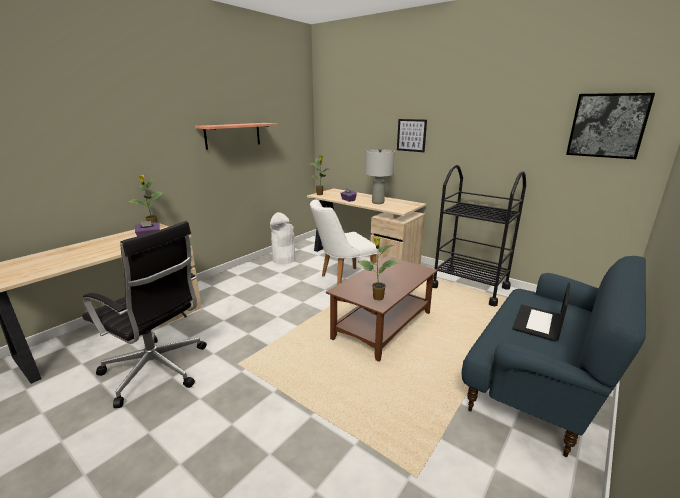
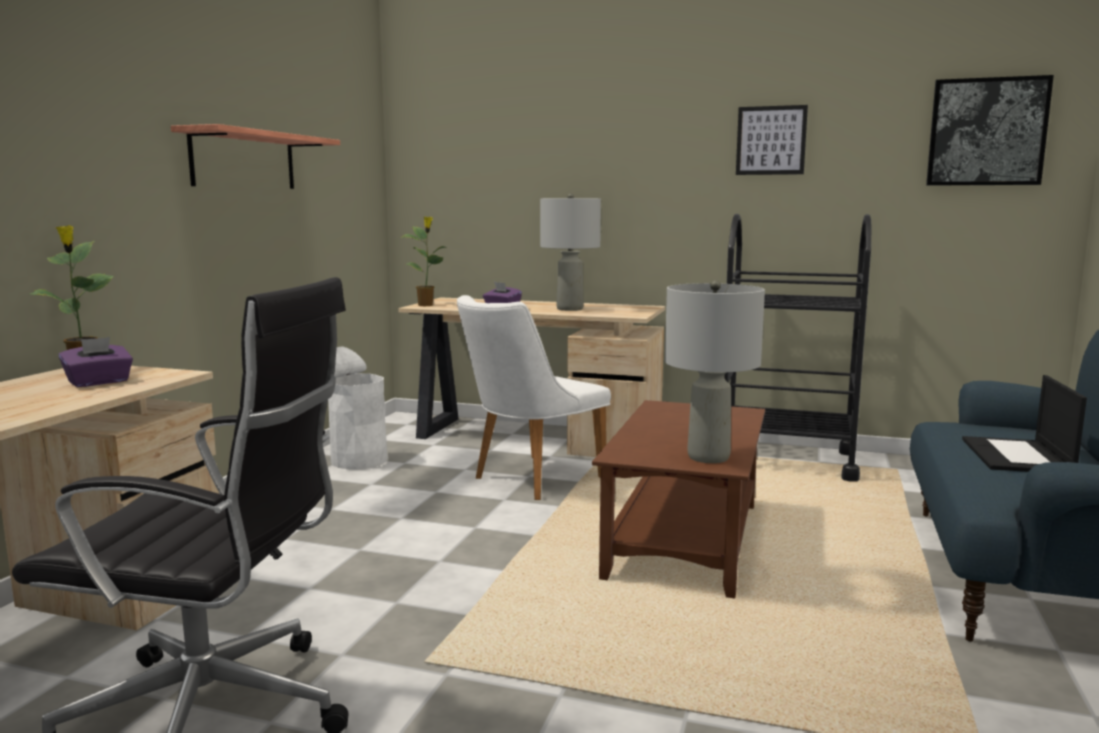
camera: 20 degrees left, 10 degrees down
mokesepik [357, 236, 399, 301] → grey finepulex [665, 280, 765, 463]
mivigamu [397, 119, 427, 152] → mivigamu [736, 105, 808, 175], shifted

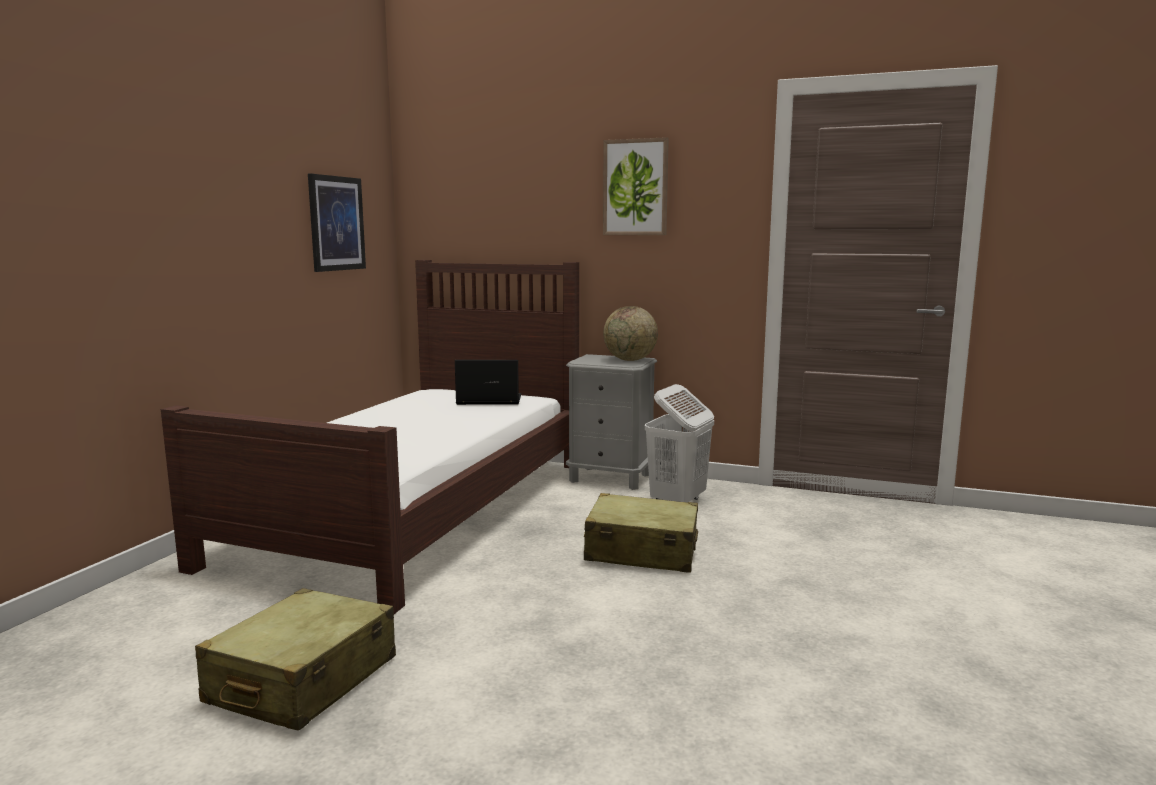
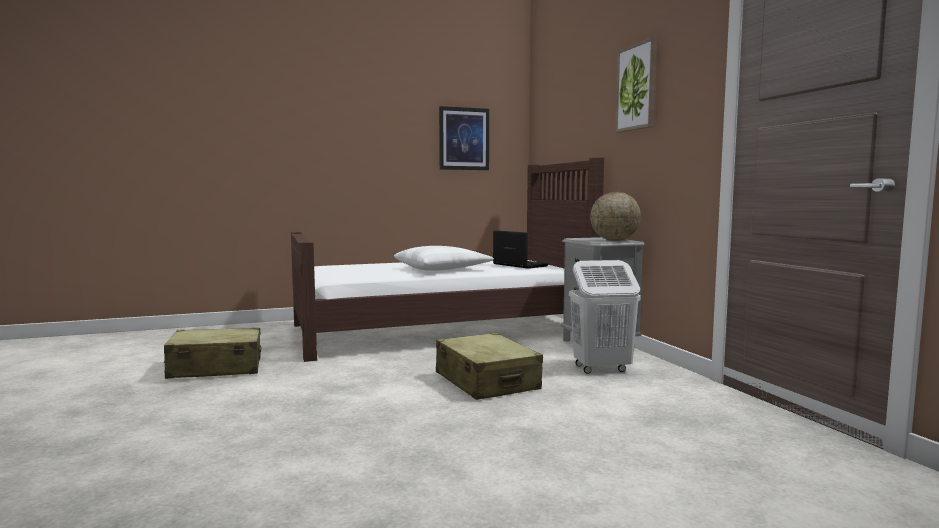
camera: 50 degrees right, 5 degrees down
- → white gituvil [394, 246, 494, 271]

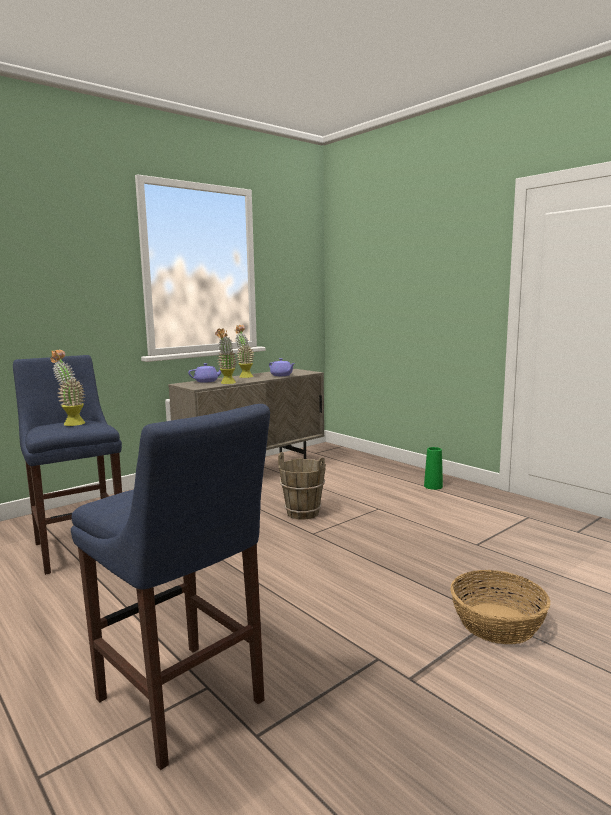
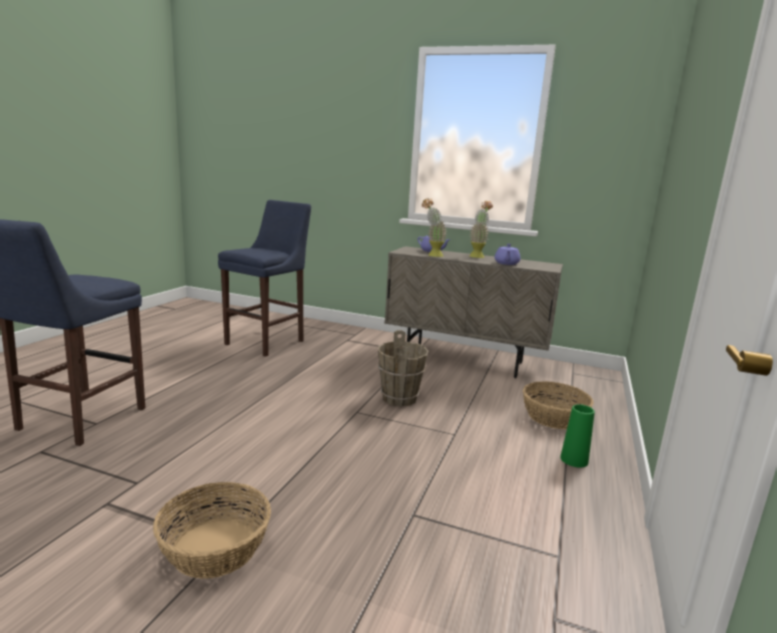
camera: 60 degrees right, 5 degrees up
- → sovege [523, 381, 593, 429]
mokesepik [50, 350, 86, 426] → -

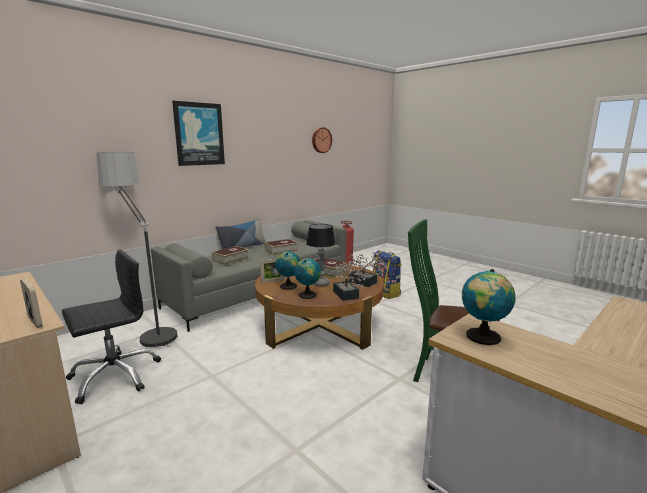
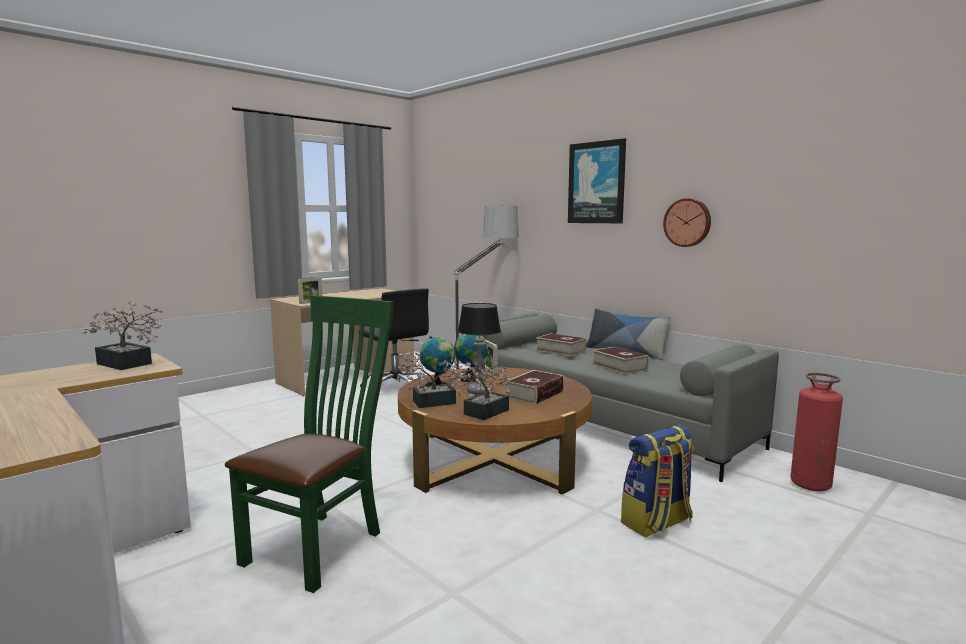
camera: 90 degrees right, 5 degrees down
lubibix [462, 269, 516, 345] → mokesepik [83, 302, 163, 370]
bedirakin [312, 127, 332, 153] → bedirakin [663, 198, 711, 247], shifted

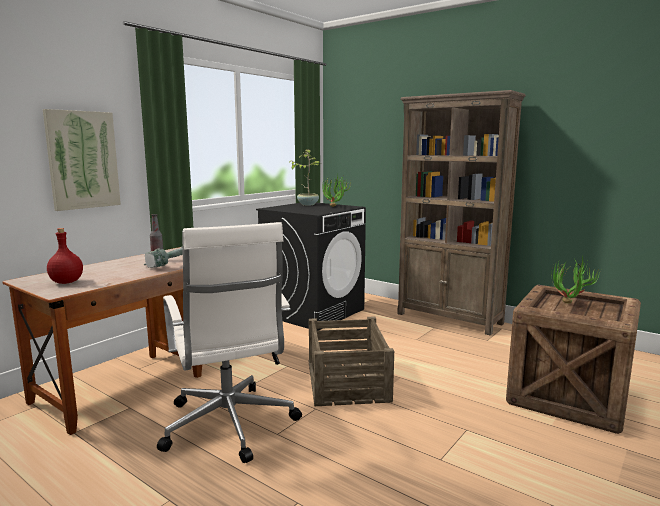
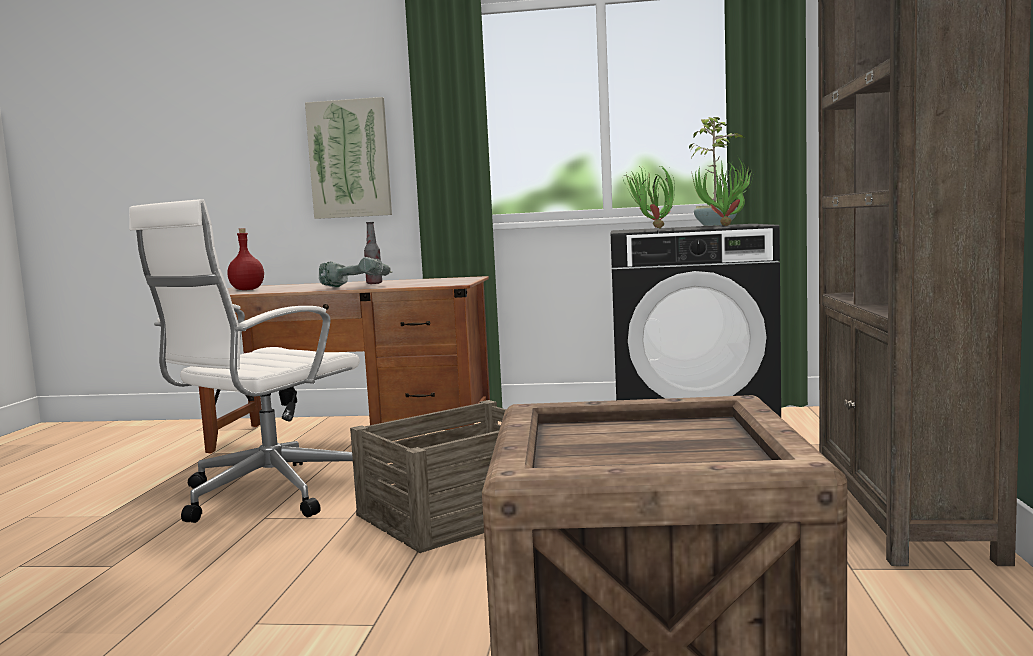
camera: 60 degrees right, 5 degrees down
mokesepik [553, 257, 602, 303] → mokesepik [623, 167, 675, 229], shifted

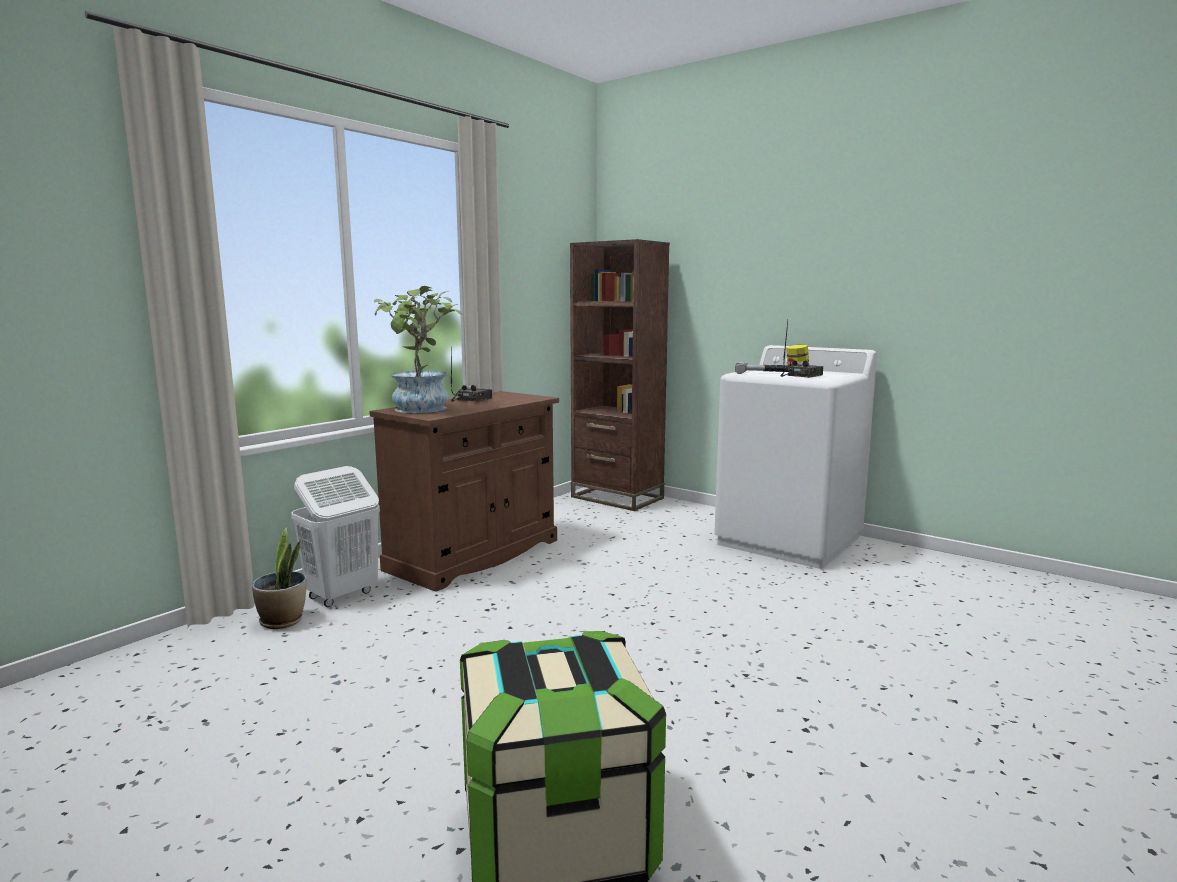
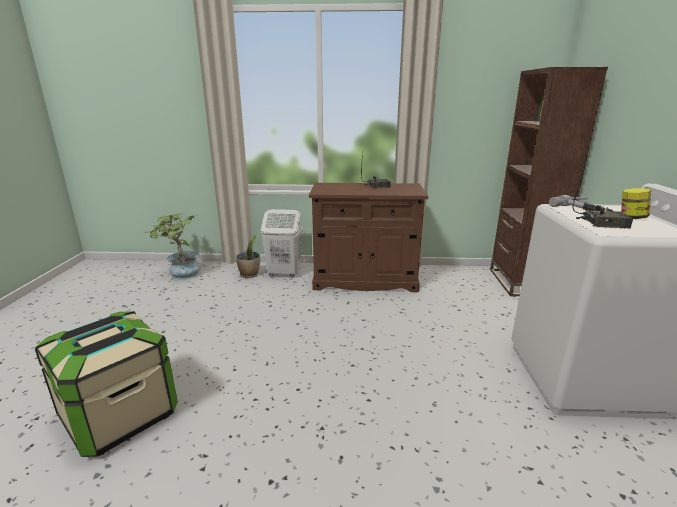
camera: 55 degrees right, 10 degrees up
mokesepik [374, 286, 463, 413] → mokesepik [144, 214, 201, 280], shifted

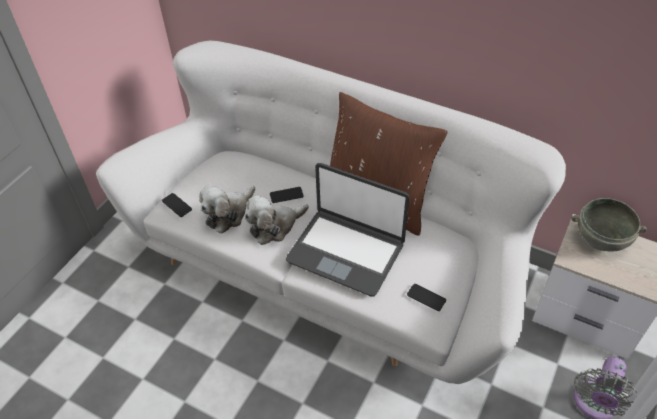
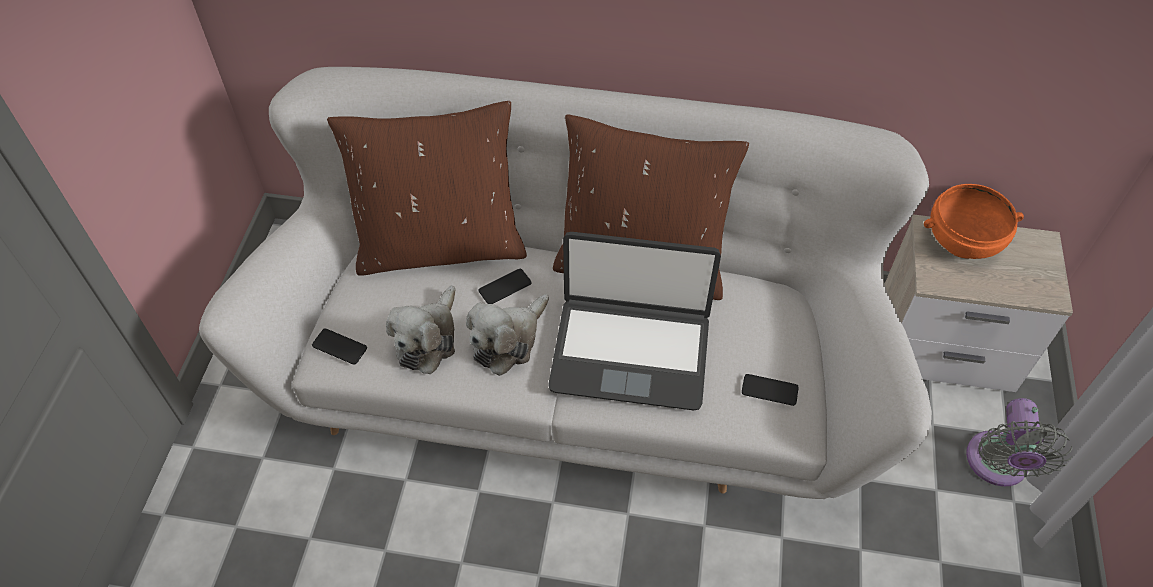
camera: 20 degrees left, 5 degrees up
- → brown gituvil [327, 101, 527, 276]
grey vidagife [571, 198, 647, 252] → orange vidagife [924, 184, 1024, 259]

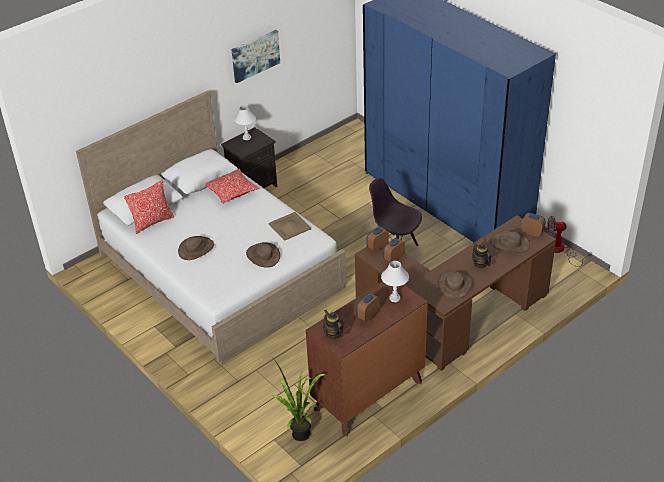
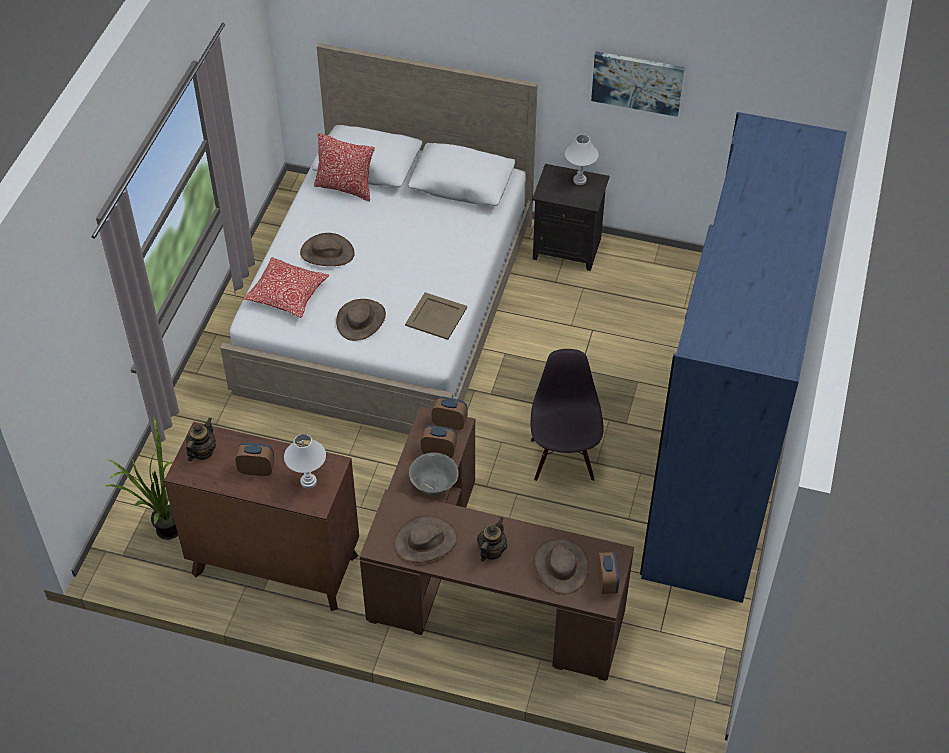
camera: 55 degrees right, 10 degrees up
gituvil [205, 169, 259, 203] → gituvil [243, 257, 329, 318], shifted
- → grey vidagife [409, 453, 459, 496]
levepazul [547, 216, 588, 267] → -

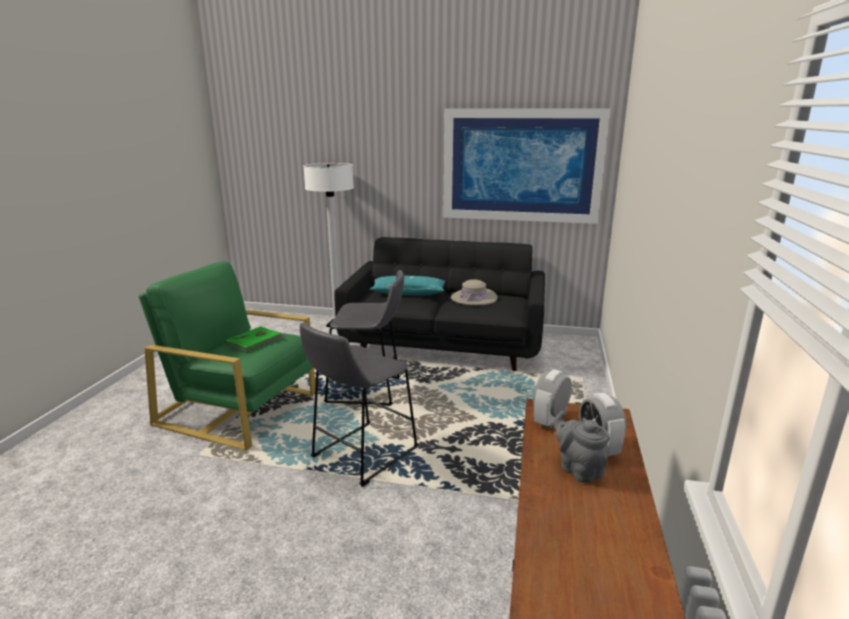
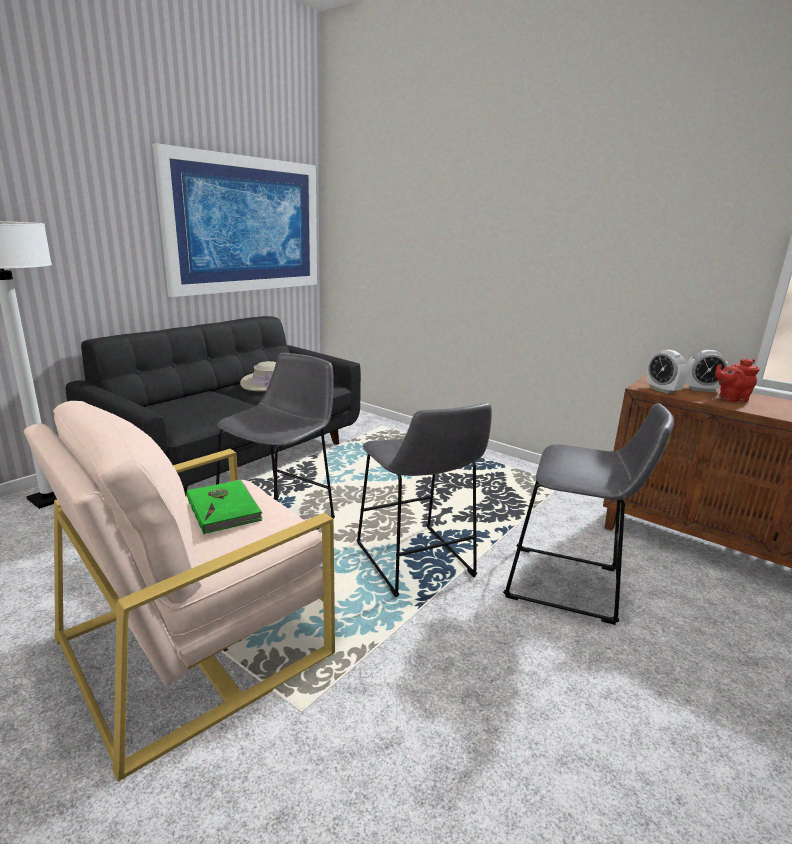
camera: 65 degrees left, 0 degrees up
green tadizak [139, 261, 316, 451] → beige tadizak [24, 401, 335, 782]
- → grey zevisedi [503, 403, 674, 625]
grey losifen [553, 410, 610, 483] → red losifen [715, 359, 760, 402]
turquoise gituvil [370, 276, 445, 296] → -

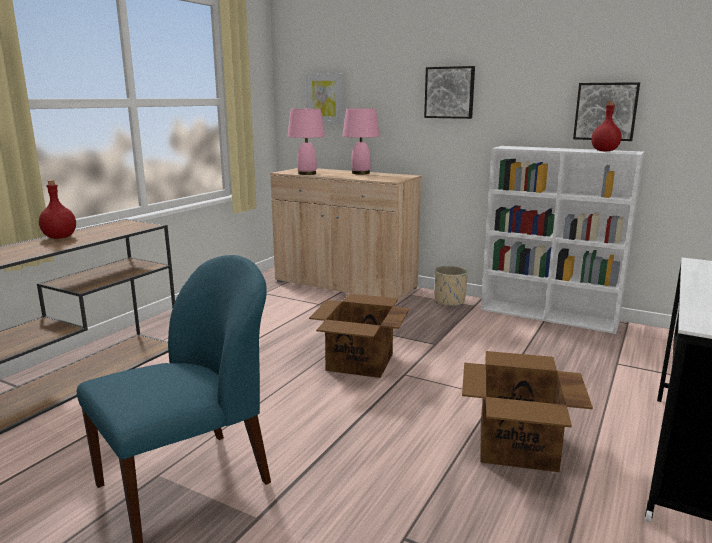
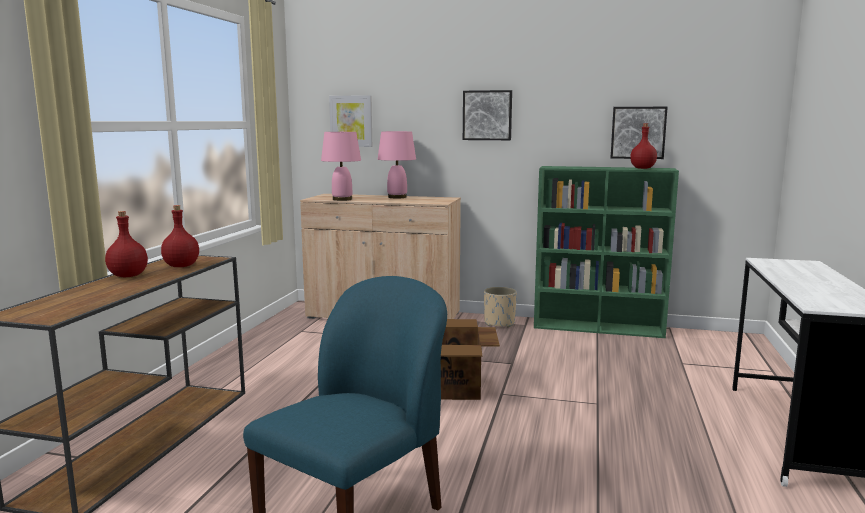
camera: 15 degrees left, 5 degrees down
- → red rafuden [161, 205, 199, 267]
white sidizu [481, 146, 644, 334] → green sidizu [534, 166, 679, 338]
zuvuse [462, 351, 593, 472] → -

